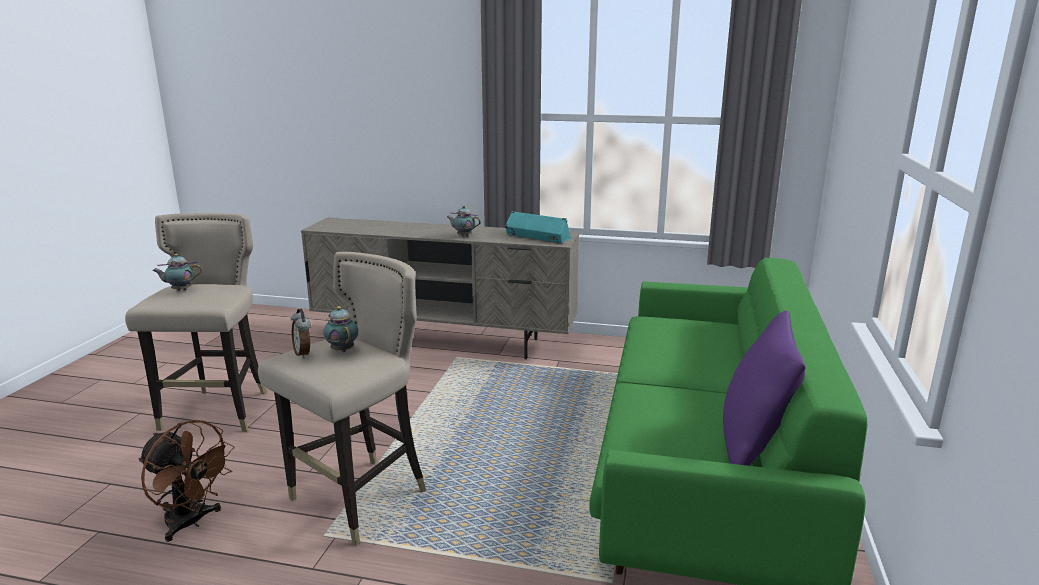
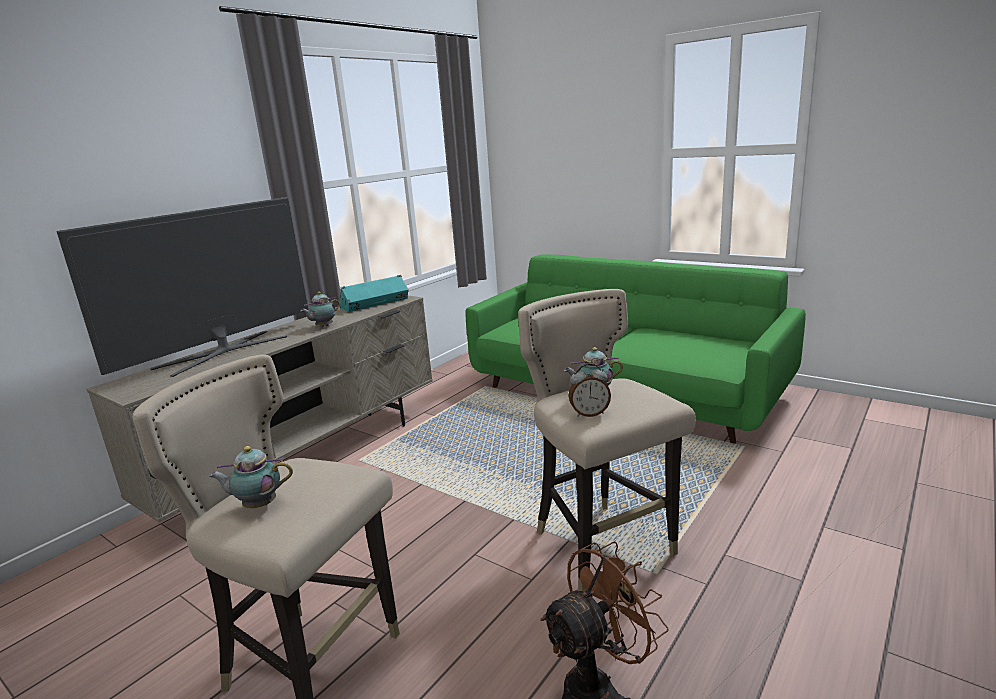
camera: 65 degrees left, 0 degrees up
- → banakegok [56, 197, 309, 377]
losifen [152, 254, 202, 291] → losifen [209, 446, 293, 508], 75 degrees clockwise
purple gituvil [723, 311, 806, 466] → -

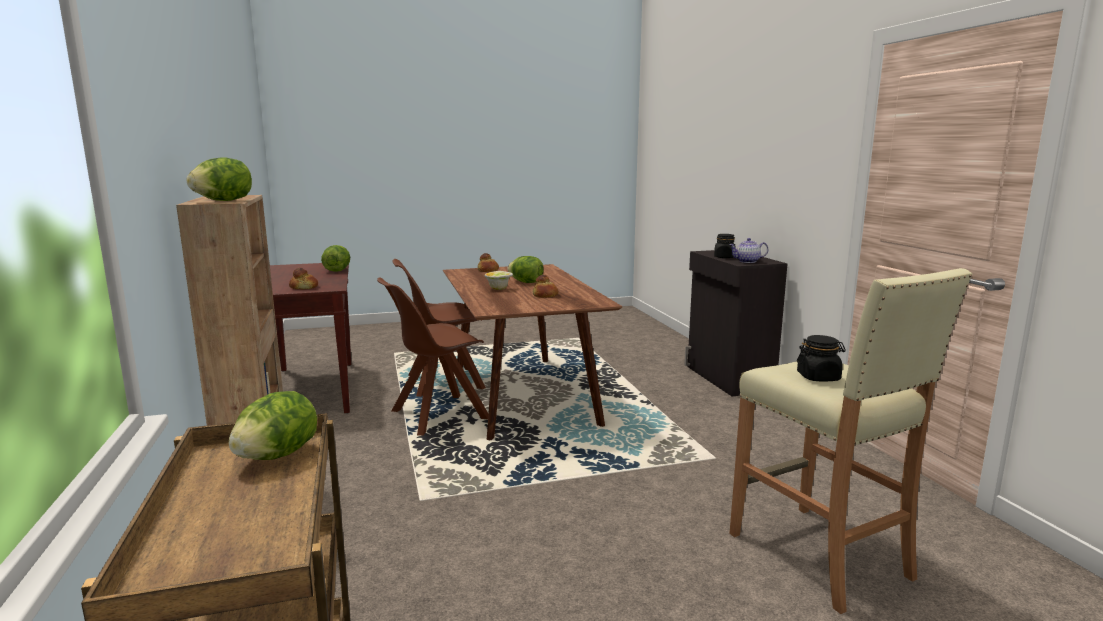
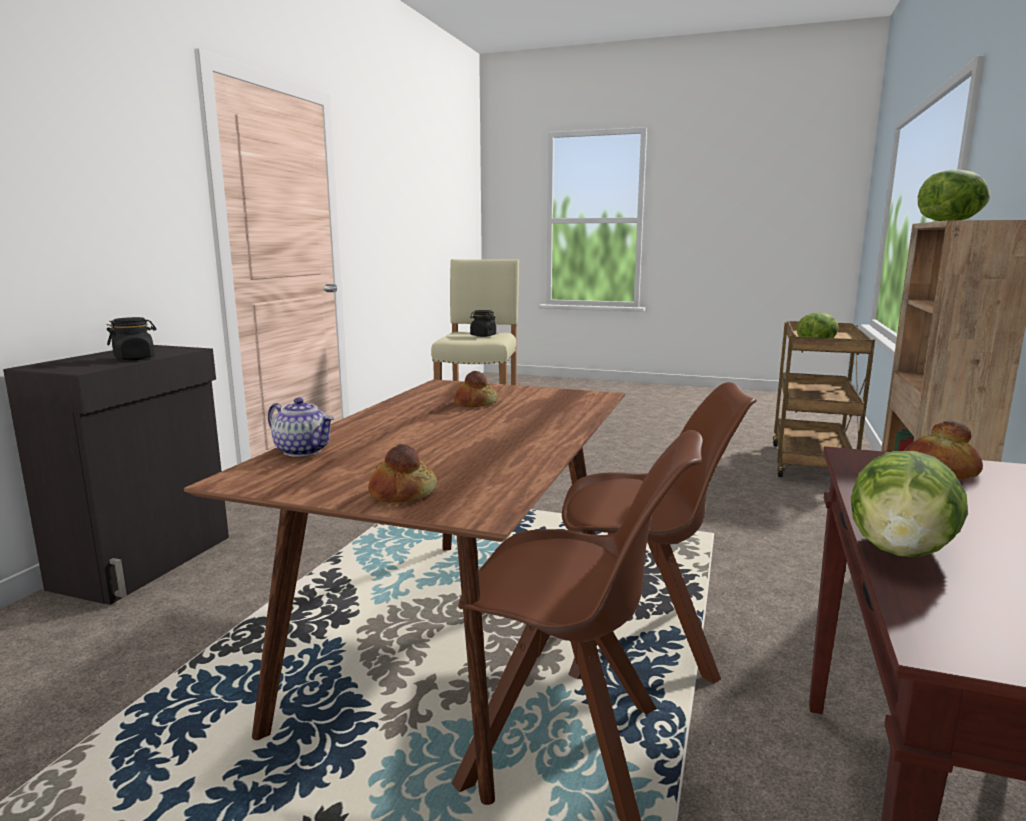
camera: 145 degrees left, 0 degrees up
losifen [729, 238, 769, 263] → losifen [268, 397, 334, 457], shifted
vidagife [485, 271, 513, 290] → -
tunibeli [507, 256, 544, 283] → -

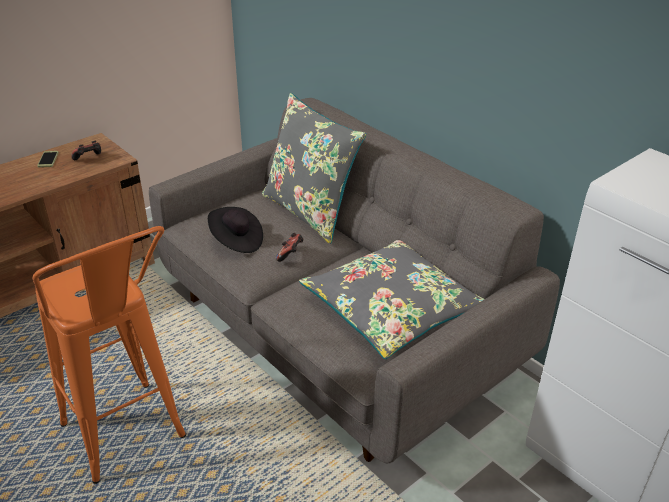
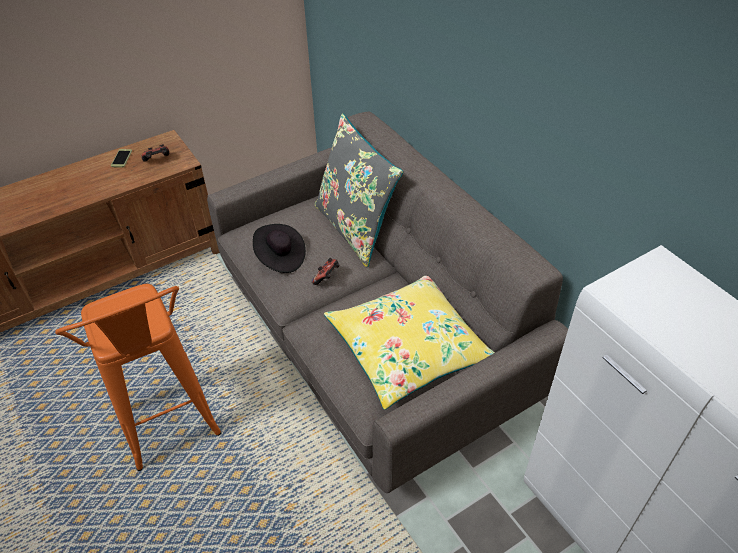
camera: 10 degrees right, 10 degrees up
grey gituvil [299, 240, 484, 359] → yellow gituvil [324, 276, 495, 410]

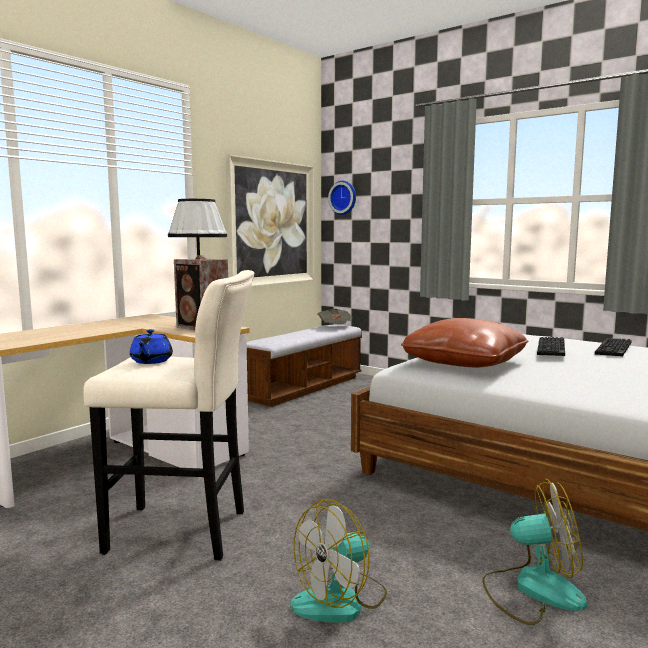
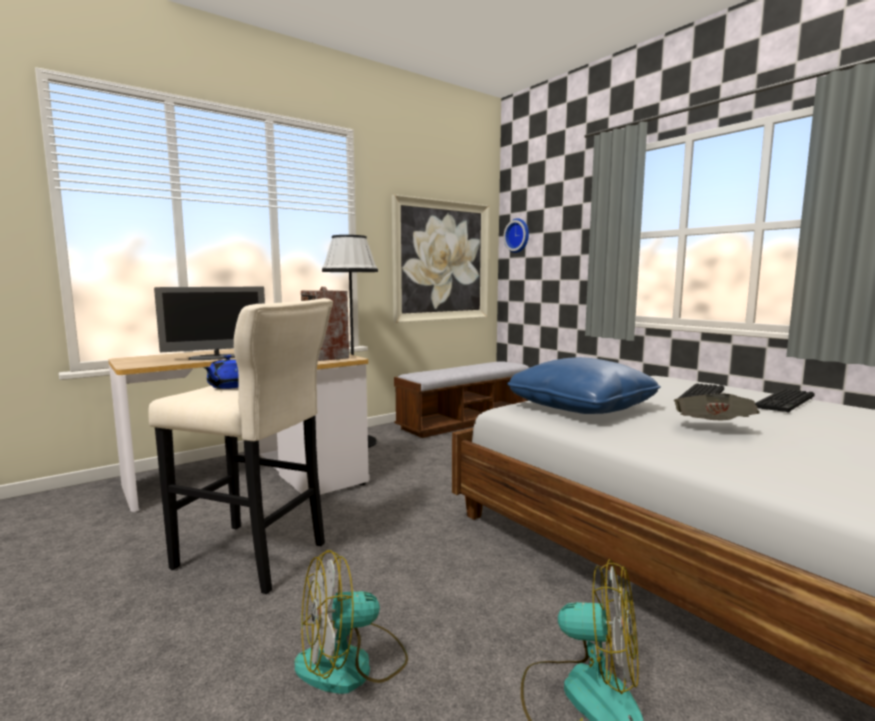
camera: 15 degrees right, 0 degrees up
- → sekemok [154, 287, 265, 360]
brown gituvil [401, 318, 528, 368] → blue gituvil [507, 357, 661, 414]
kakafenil [317, 309, 353, 324] → kakafenil [674, 394, 759, 420], shifted

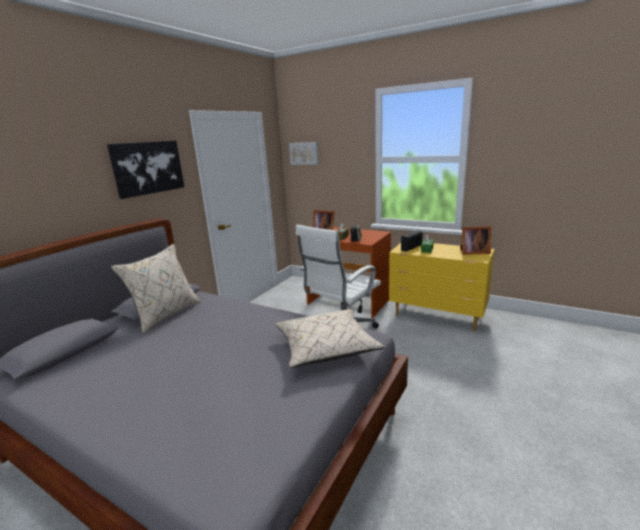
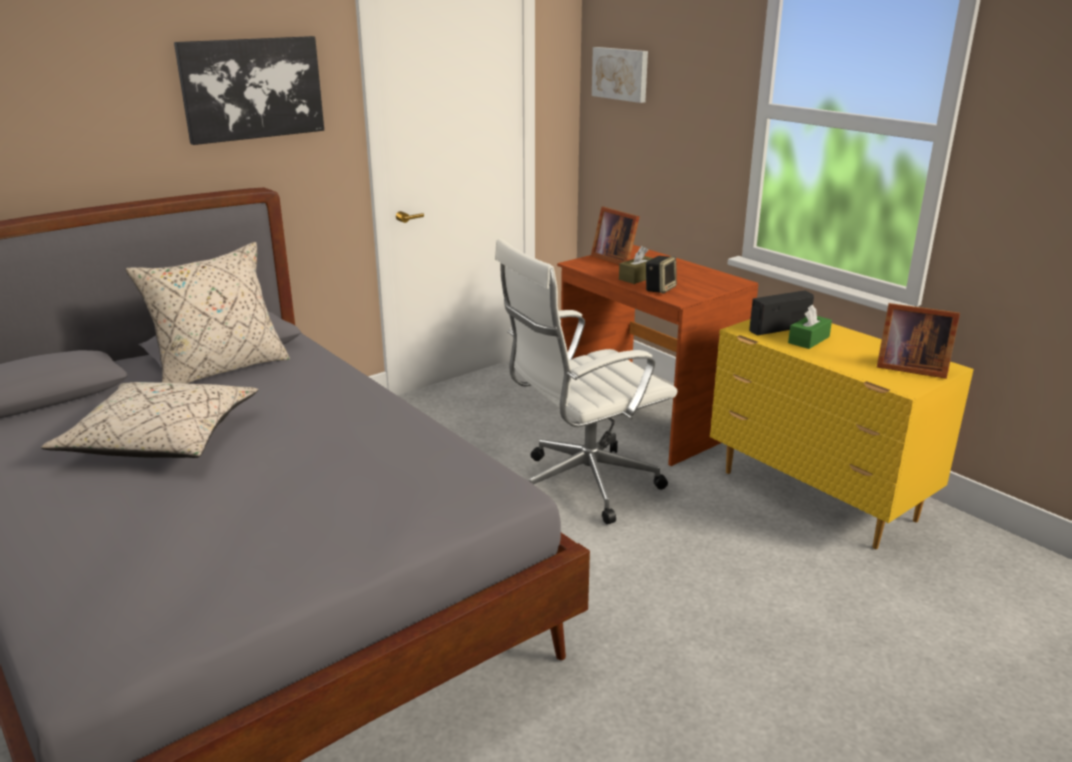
camera: 20 degrees right, 5 degrees up
beige gituvil [275, 309, 385, 368] → beige gituvil [41, 382, 258, 458], shifted

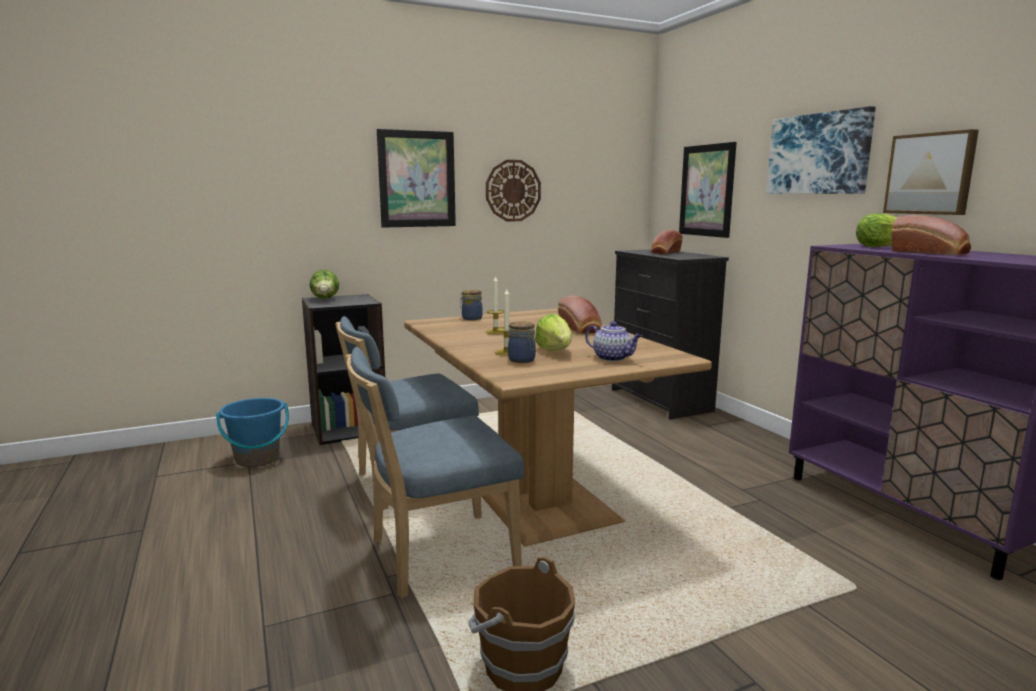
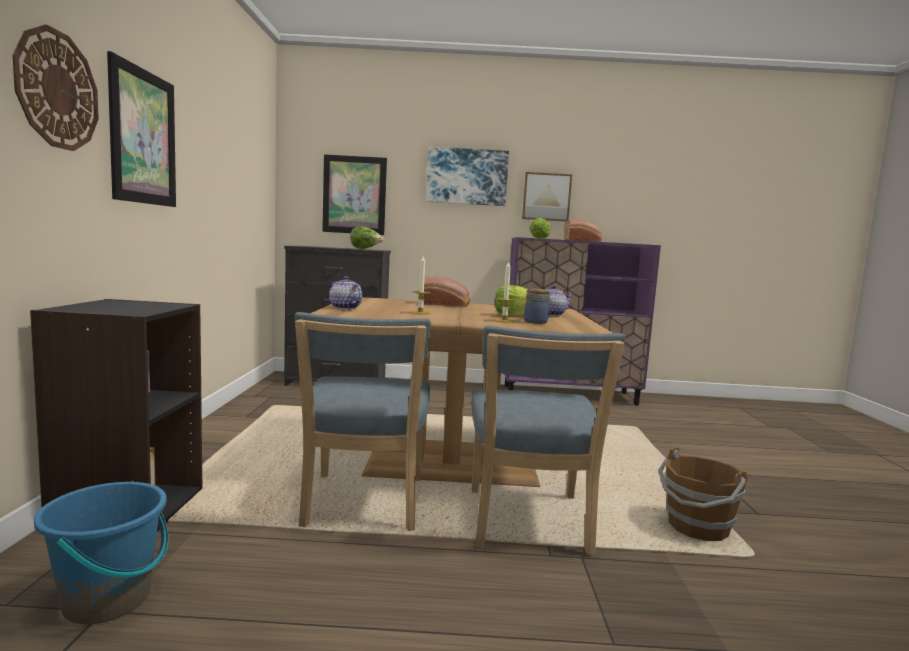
camera: 65 degrees left, 5 degrees down
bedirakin [486, 160, 541, 222] → bedirakin [13, 24, 99, 151], shifted
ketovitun [460, 290, 483, 320] → losifen [329, 276, 362, 309]
tunibeli [310, 270, 339, 299] → tunibeli [350, 226, 384, 249], shifted
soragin [651, 230, 683, 254] → -

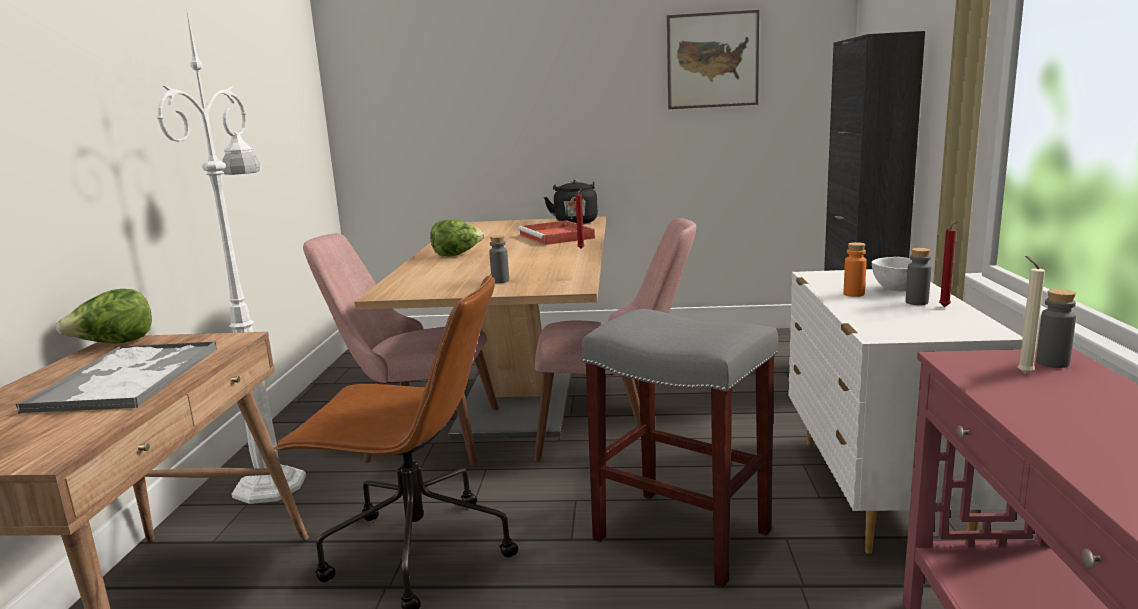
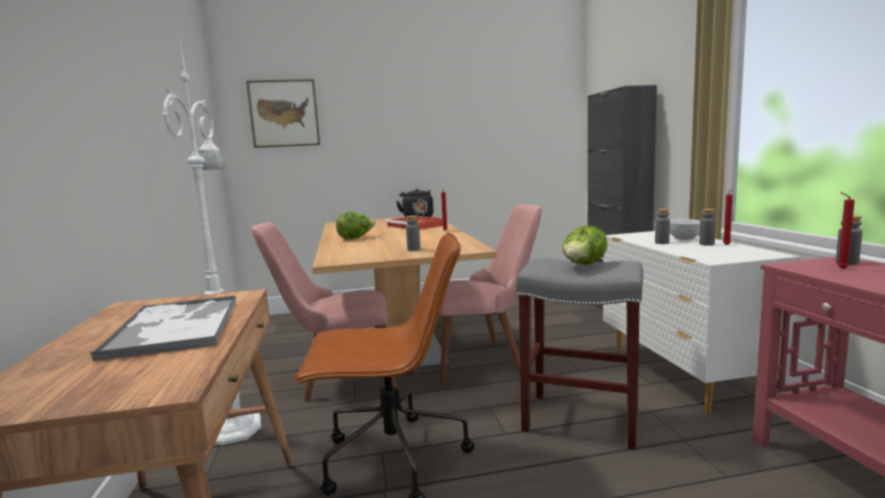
camera: 15 degrees left, 5 degrees down
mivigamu [667, 10, 759, 109] → mivigamu [246, 79, 320, 148], shifted
tunibeli [56, 289, 152, 344] → tunibeli [563, 225, 608, 265], shifted
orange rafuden [844, 242, 867, 297] → grey rafuden [655, 209, 670, 244]
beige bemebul [1018, 256, 1045, 374] → red bemebul [837, 192, 855, 269]

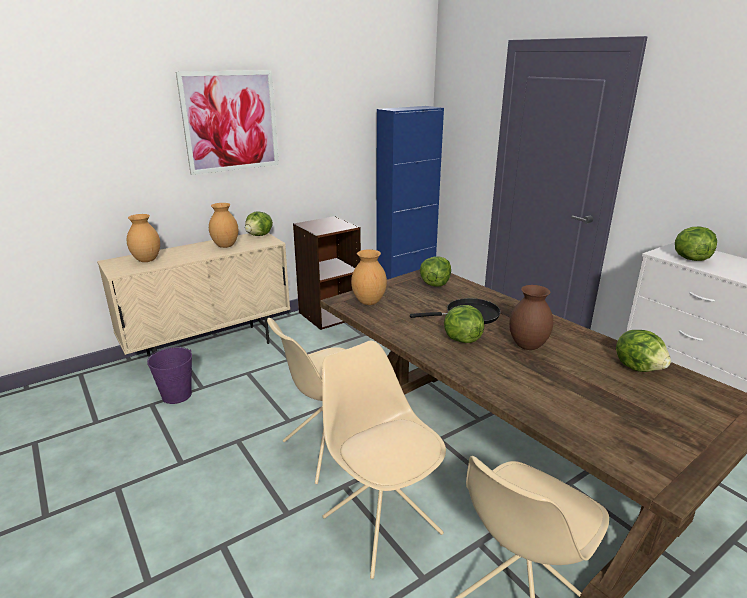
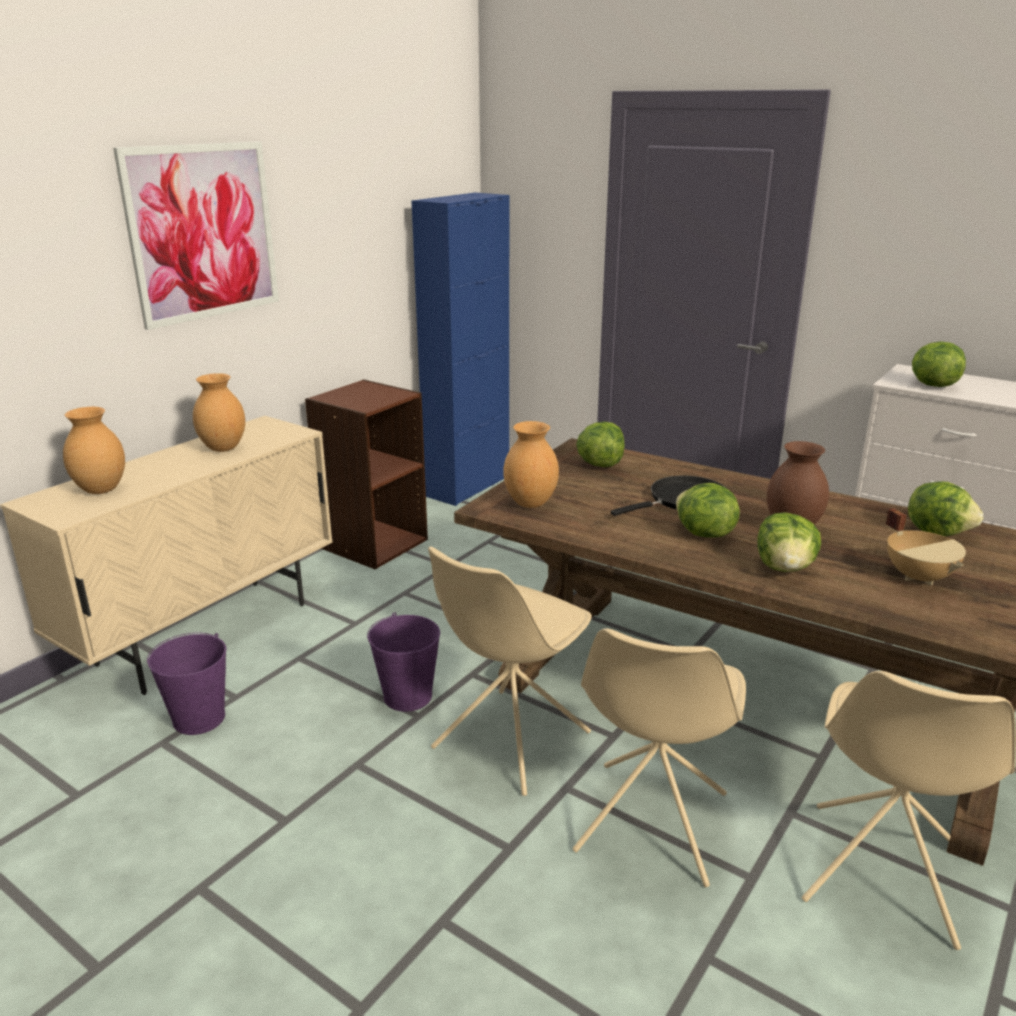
camera: 20 degrees left, 0 degrees up
- → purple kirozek [367, 612, 440, 712]
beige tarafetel [322, 341, 446, 579] → beige tarafetel [572, 628, 746, 887], 105 degrees counterclockwise
tunibeli [245, 212, 273, 236] → tunibeli [758, 512, 821, 572], shifted
- → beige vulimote [885, 509, 966, 585]

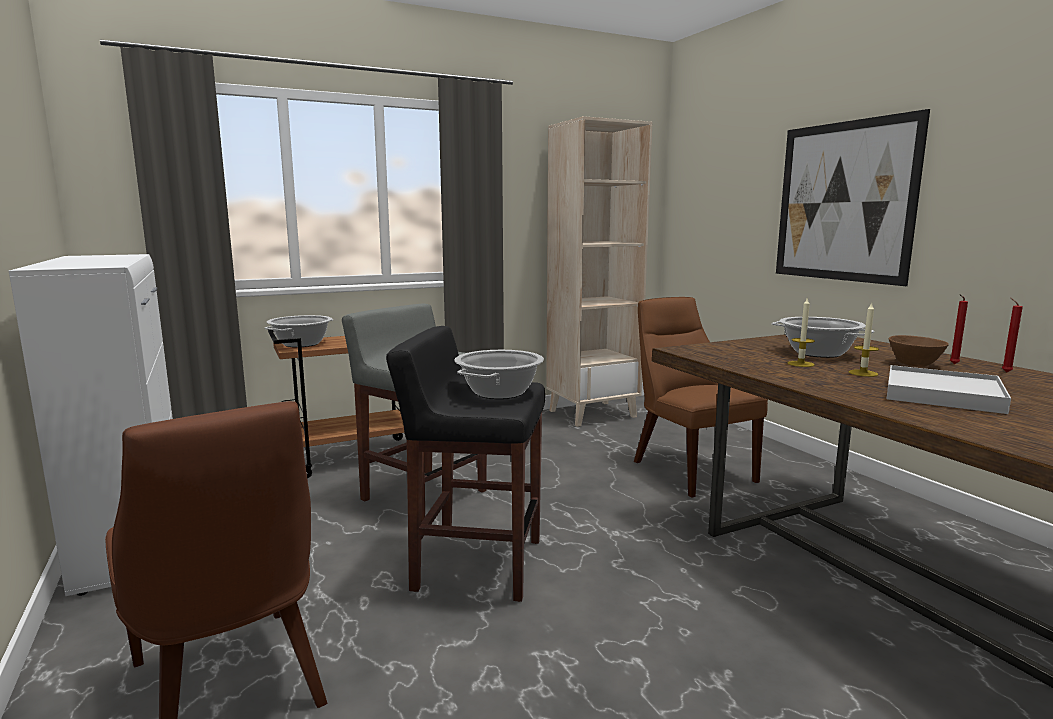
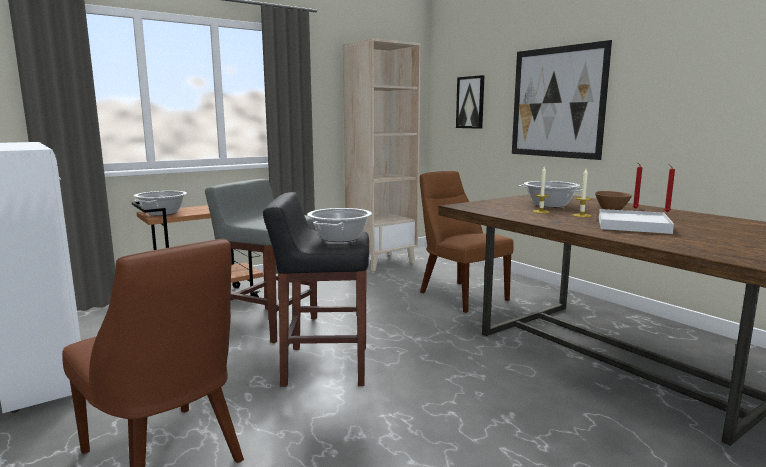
camera: 10 degrees left, 0 degrees up
- → mivigamu [456, 75, 485, 129]

